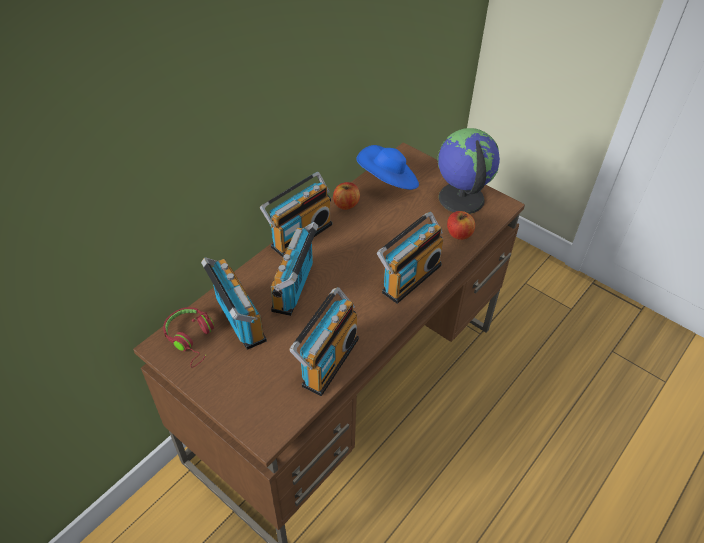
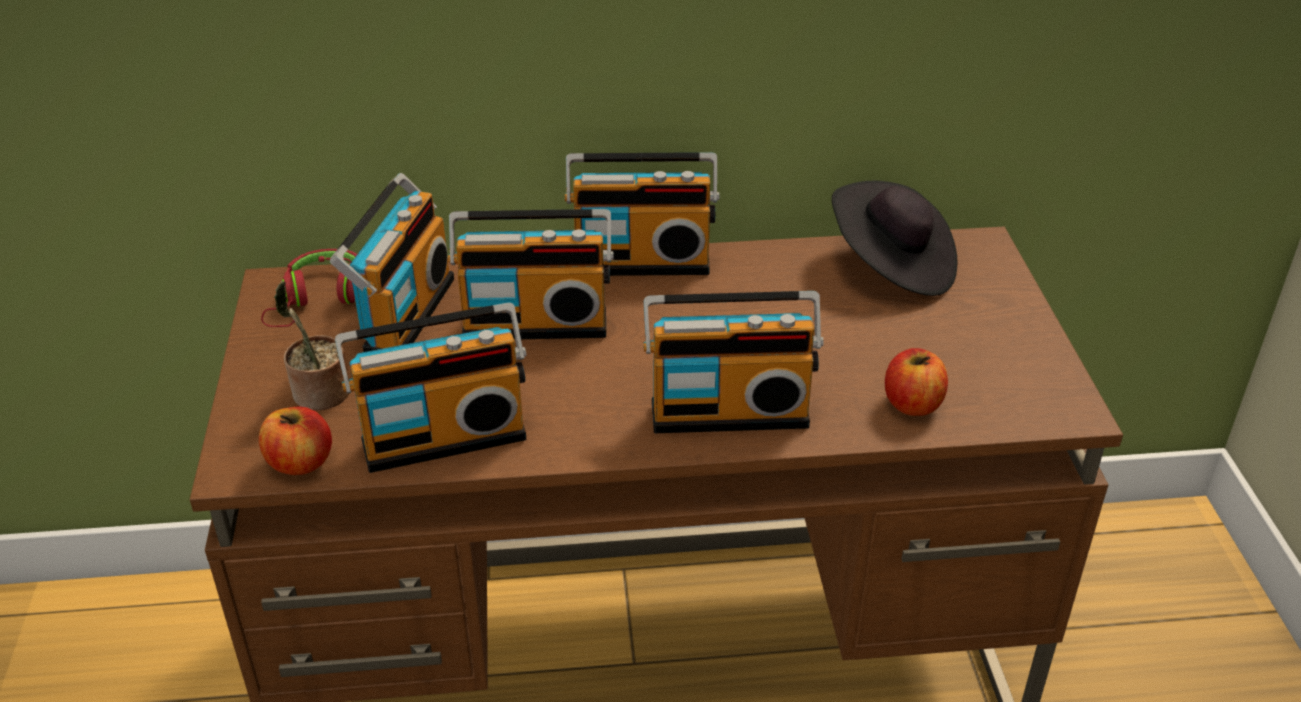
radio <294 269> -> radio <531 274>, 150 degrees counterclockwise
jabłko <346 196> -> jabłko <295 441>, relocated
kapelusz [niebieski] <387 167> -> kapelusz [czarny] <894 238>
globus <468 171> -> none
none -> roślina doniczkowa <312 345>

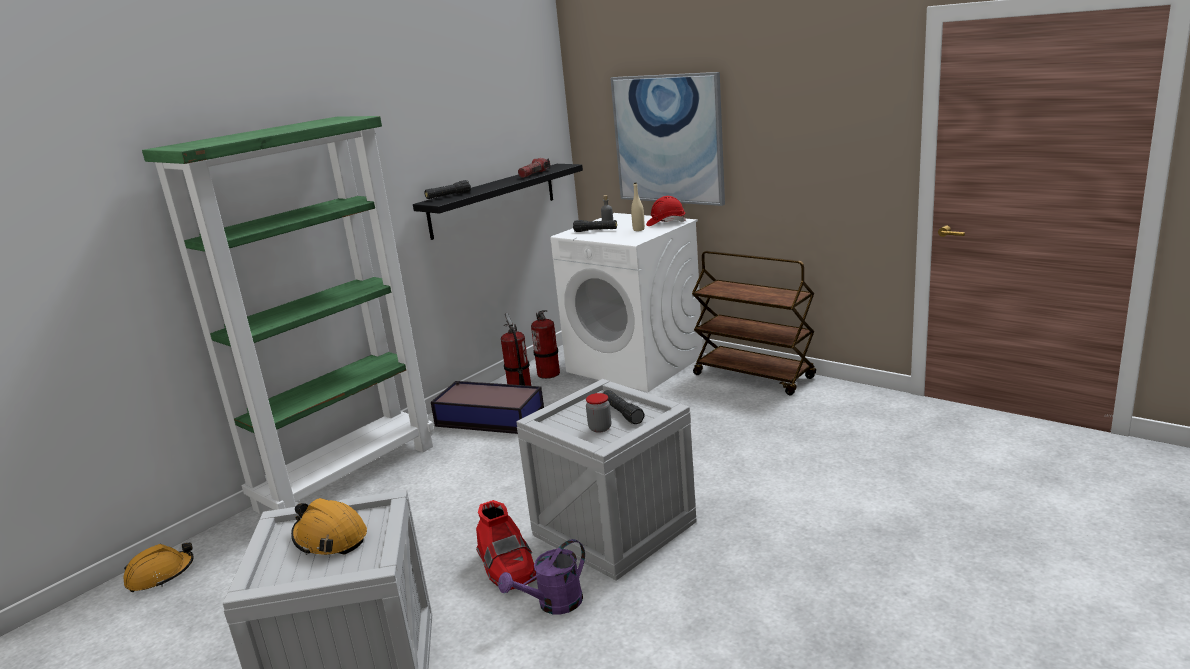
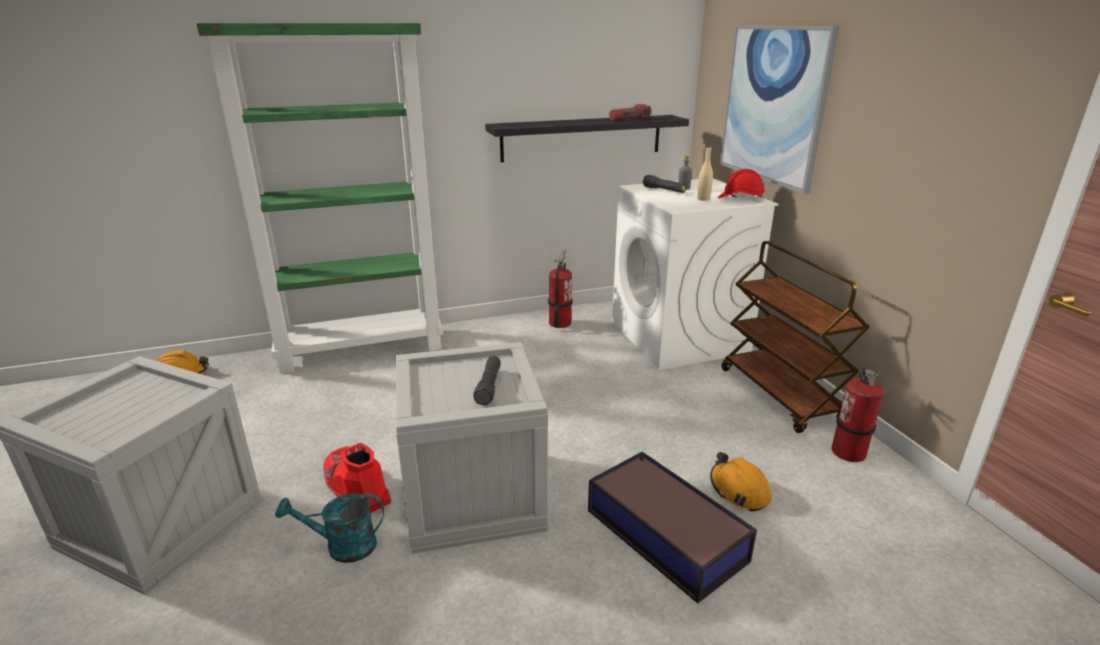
kask [pomarańczowy] <329 526> -> kask [pomarańczowy] <740 481>, relocated
latarka [czarny] <447 189> -> none
pojemnik do przechowywania <487 407> -> pojemnik do przechowywania <672 527>, relocated
but z cholewką [czerwony] <506 545> -> but z cholewką [czerwony] <357 478>, 135 degrees clockwise
konewka [fioletowy] <541 576> -> konewka [turkusowy] <329 528>
gaśnica <545 344> -> gaśnica <858 415>, relocated
słoik <598 413> -> none

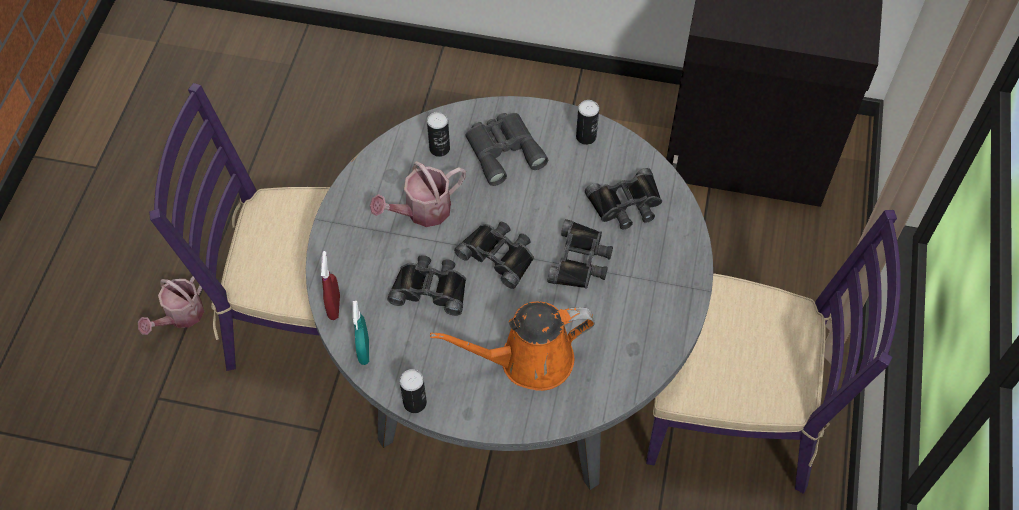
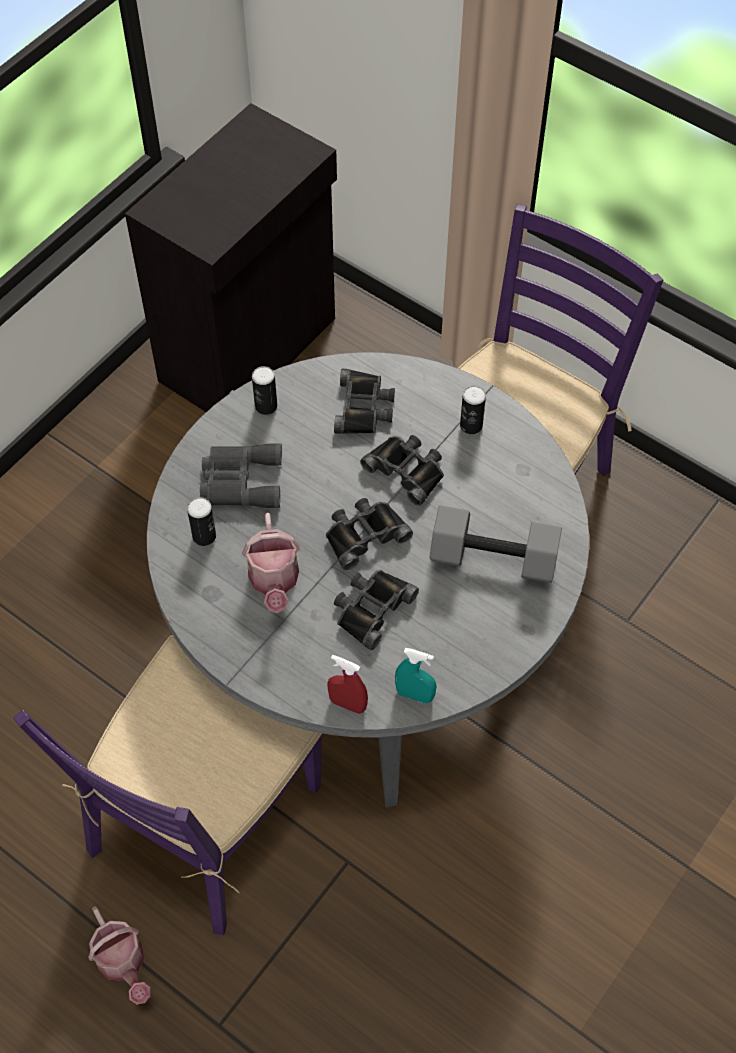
puszka <413 391> -> puszka <473 410>, relocated
konewka [pomarańczowy] <512 346> -> hantel [szary] <495 544>

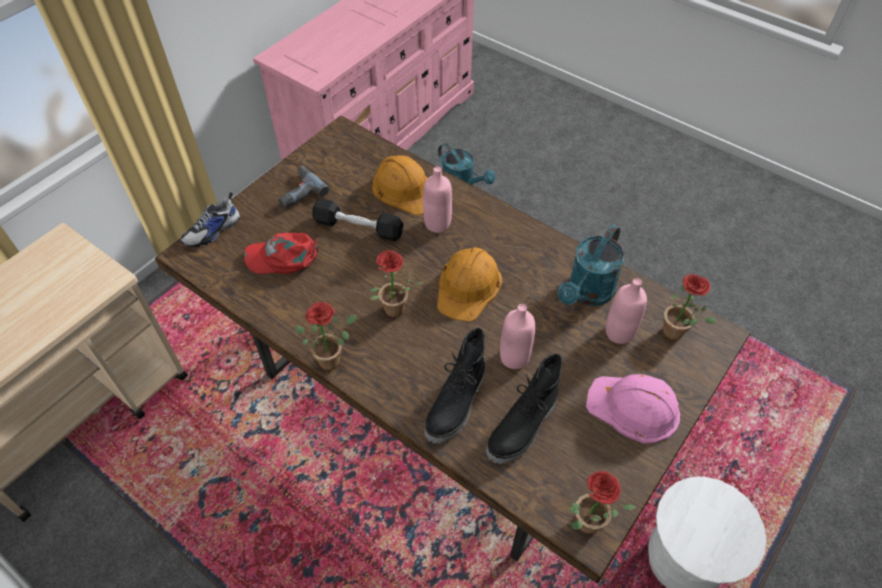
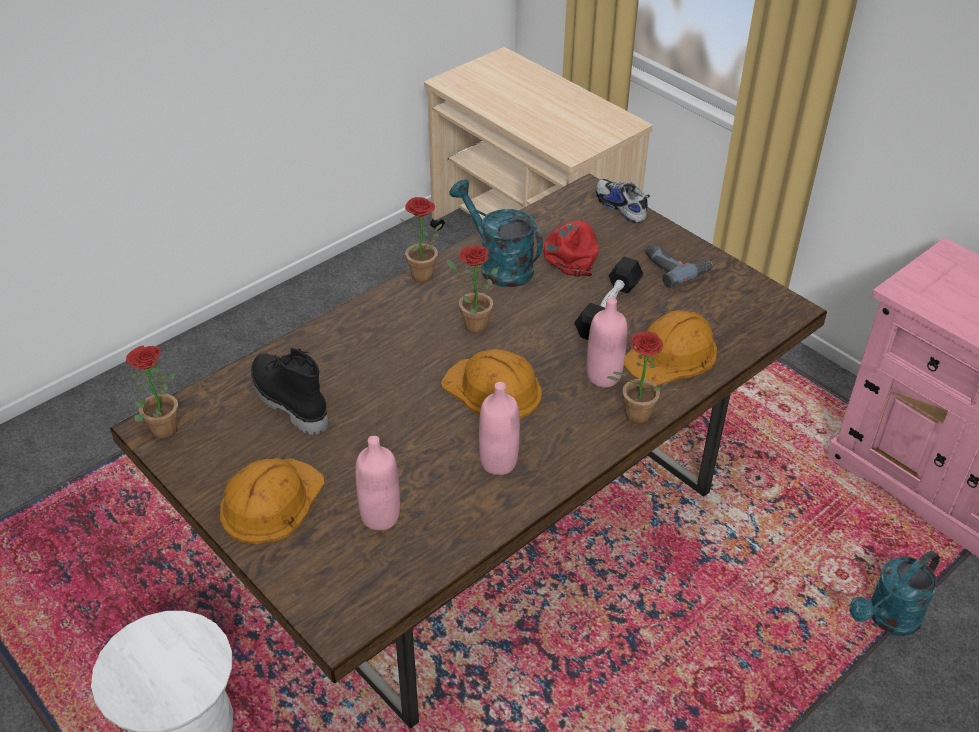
but z cholewką [czarny] <454 386> -> none
butelka [różowy] <517 336> -> butelka [różowy] <499 428>, relocated
konewka [turkusowy] <590 265> -> konewka [turkusowy] <496 233>, relocated
kask [różowy] <633 409> -> kask [pomarańczowy] <272 501>
roślina doniczkowa <690 307> -> roślina doniczkowa <643 377>, relocated

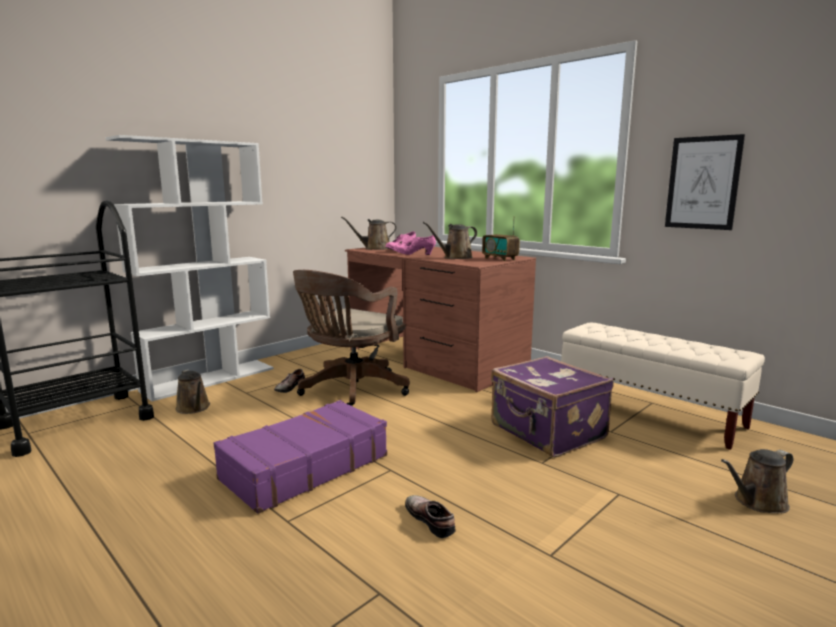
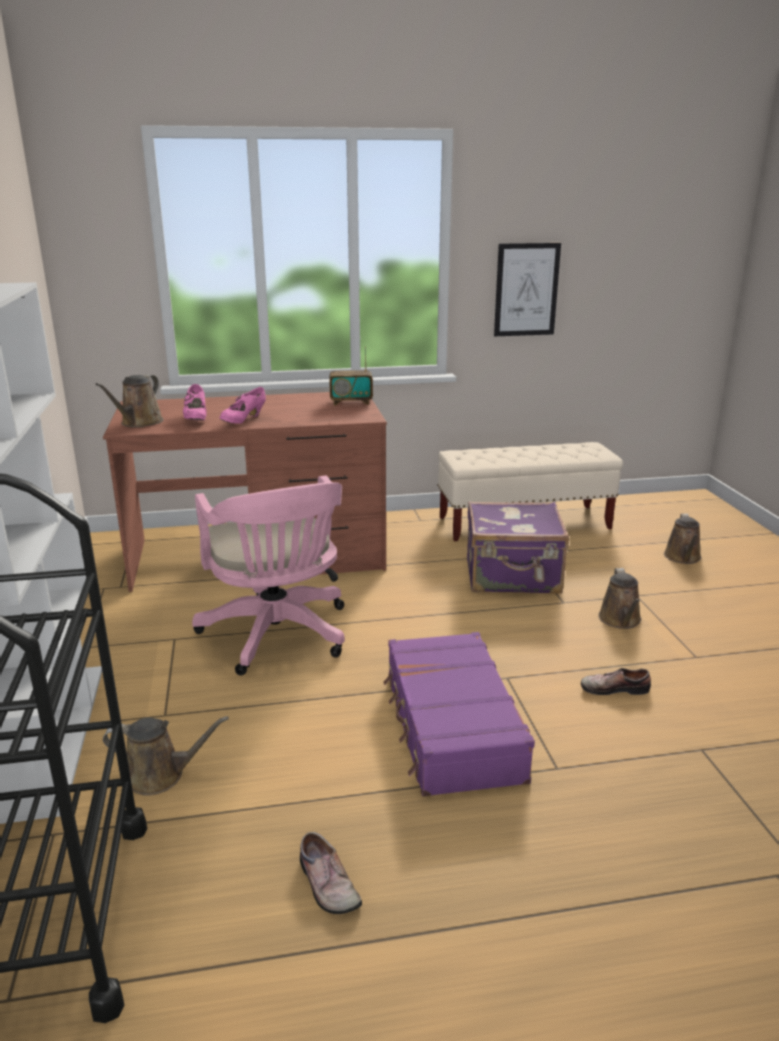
but <289 381> -> but <331 873>, relocated
krzesło biurowe [brązowy] <351 338> -> krzesło biurowe [różowy] <268 575>
konewka [brązowy] <450 240> -> konewka [brązowy] <619 598>, relocated

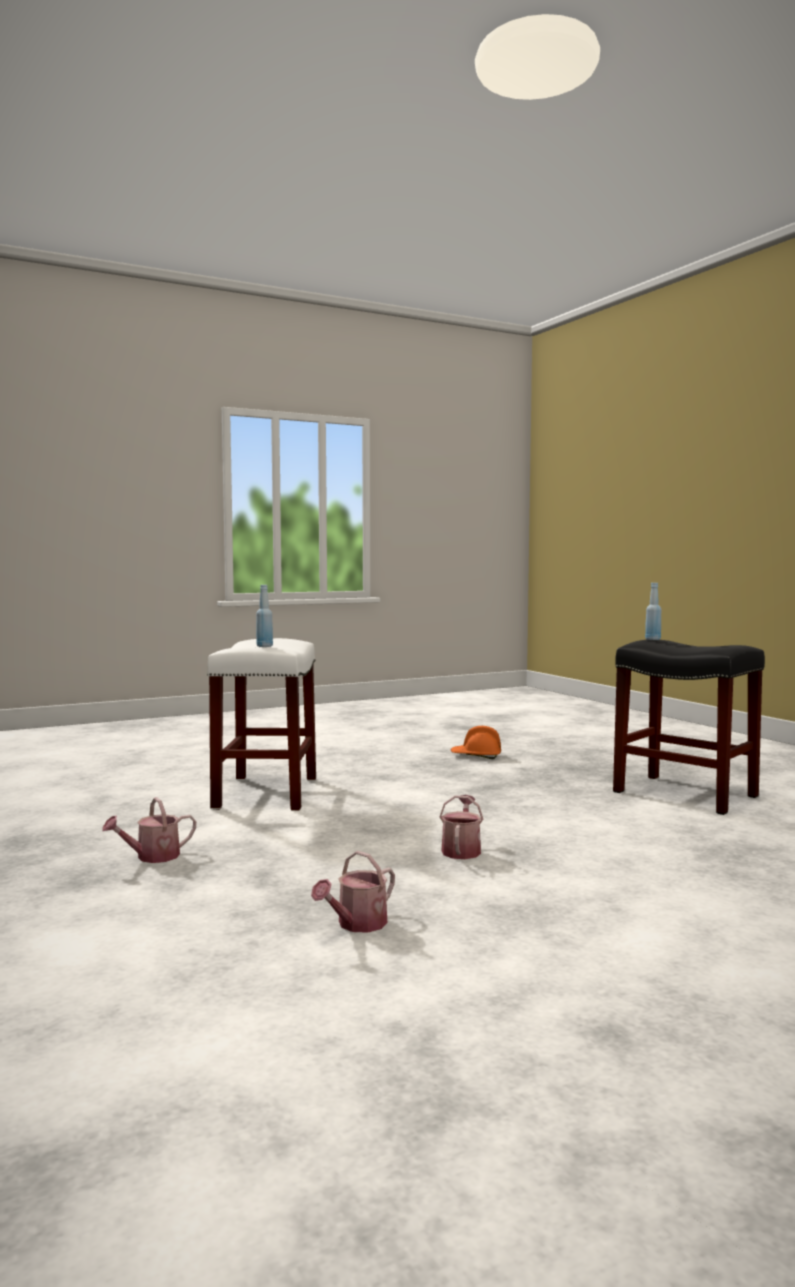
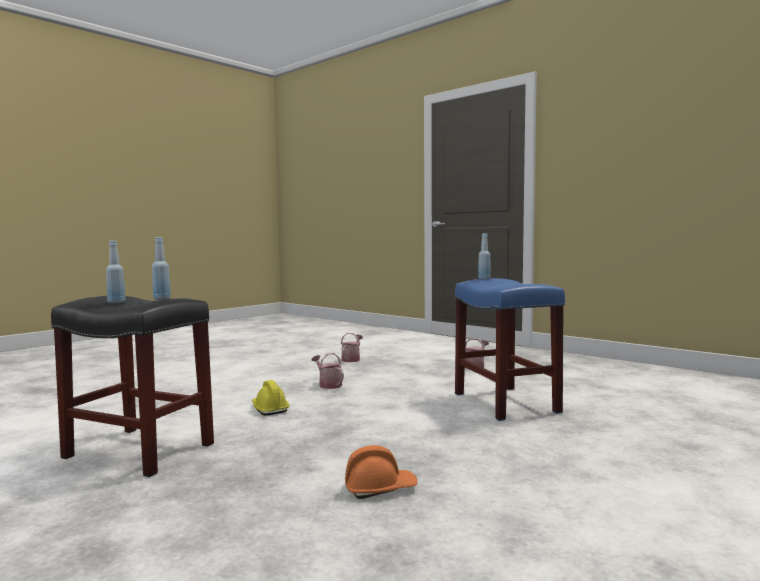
stołek [biały] <261 724> -> stołek [niebieski] <510 349>
konewka <461 827> -> konewka <328 371>, 150 degrees clockwise
none -> butelka [niebieski] <115 272>
none -> kask [żółty] <270 397>

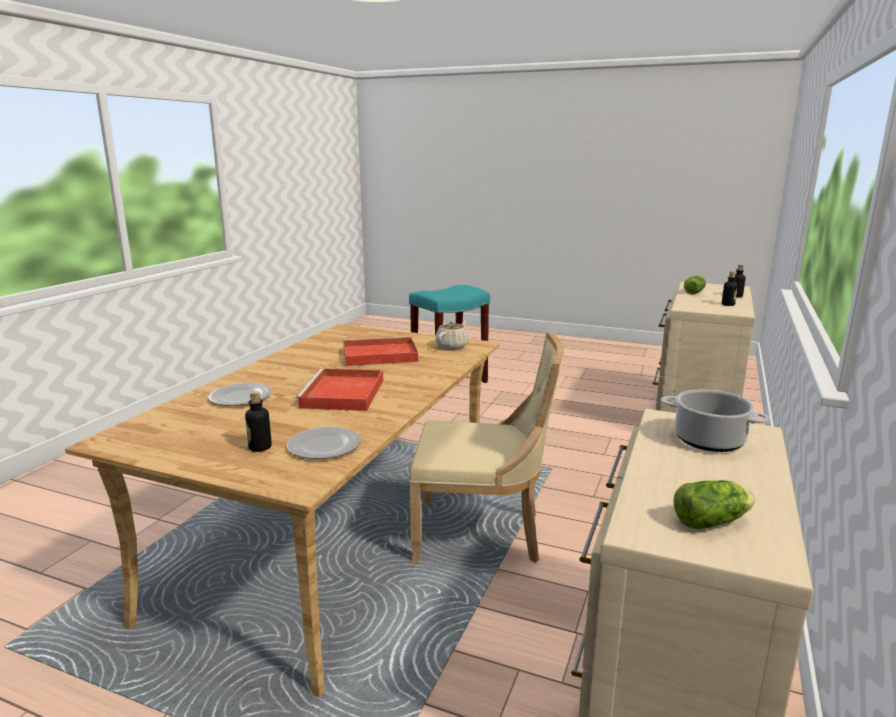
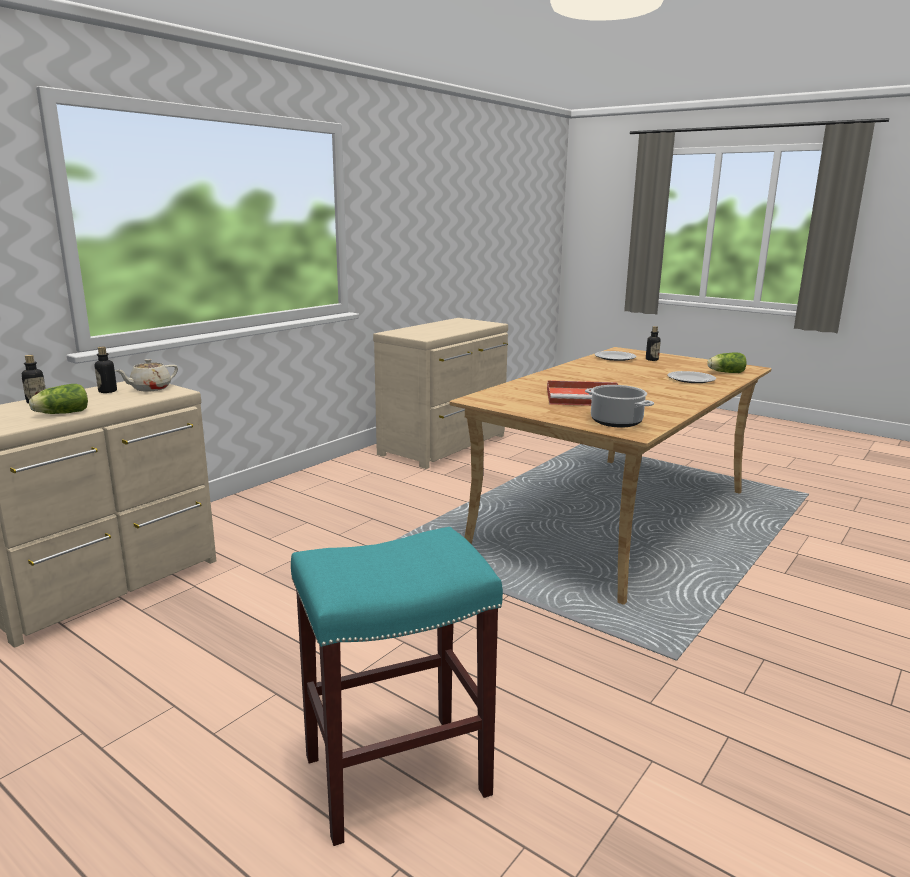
taca [czerwony] <339 389> -> none
krzesło [beżowy] <486 447> -> none
imbryk [beżowy] <452 335> -> imbryk [beżowy] <146 375>, relocated
garnek <716 420> -> garnek <619 406>, relocated
sałata <714 504> -> sałata <726 362>, relocated

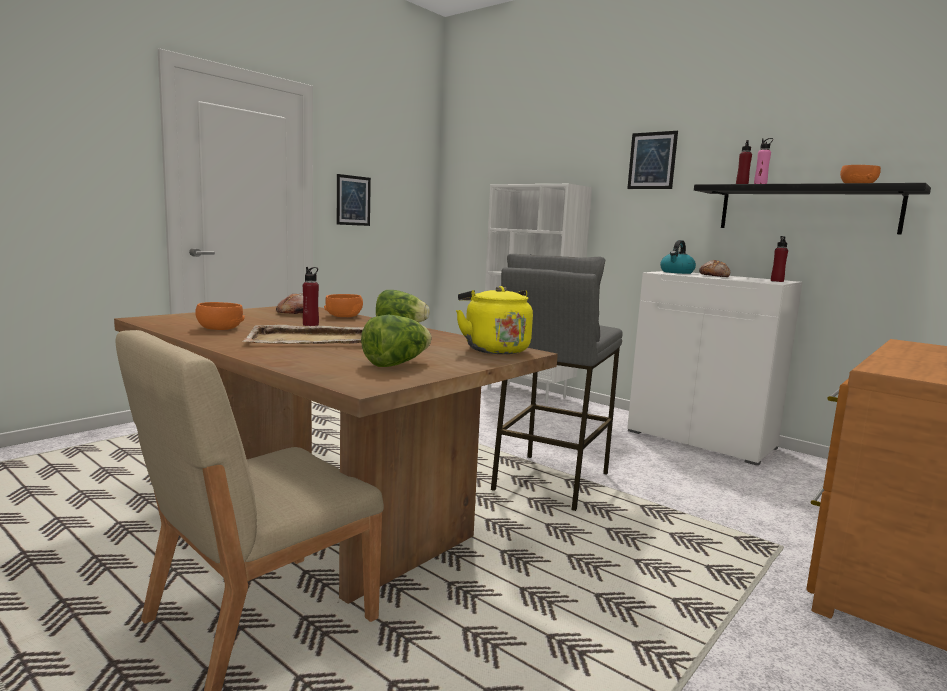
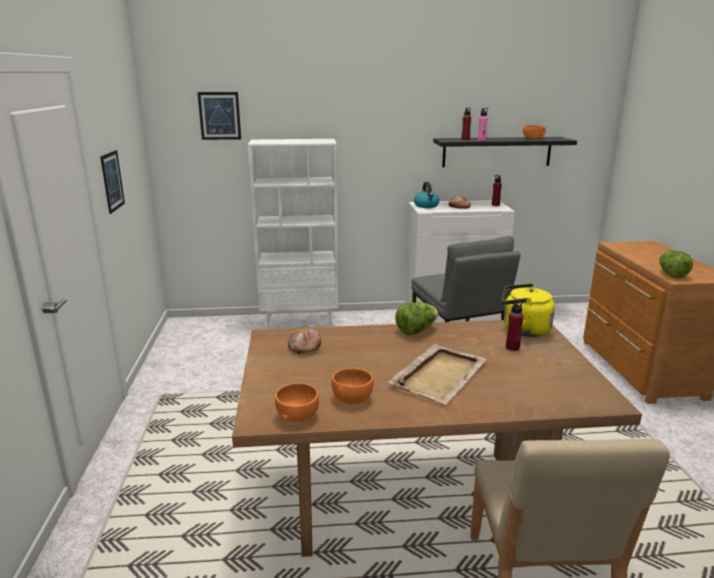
butelka [czerwony] <311 296> -> butelka [czerwony] <515 325>, relocated
miska [pomarańczowy] <343 305> -> miska [pomarańczowy] <297 402>, relocated
sałata <396 341> -> sałata <676 264>, relocated
obraz <652 160> -> obraz <219 116>, relocated

